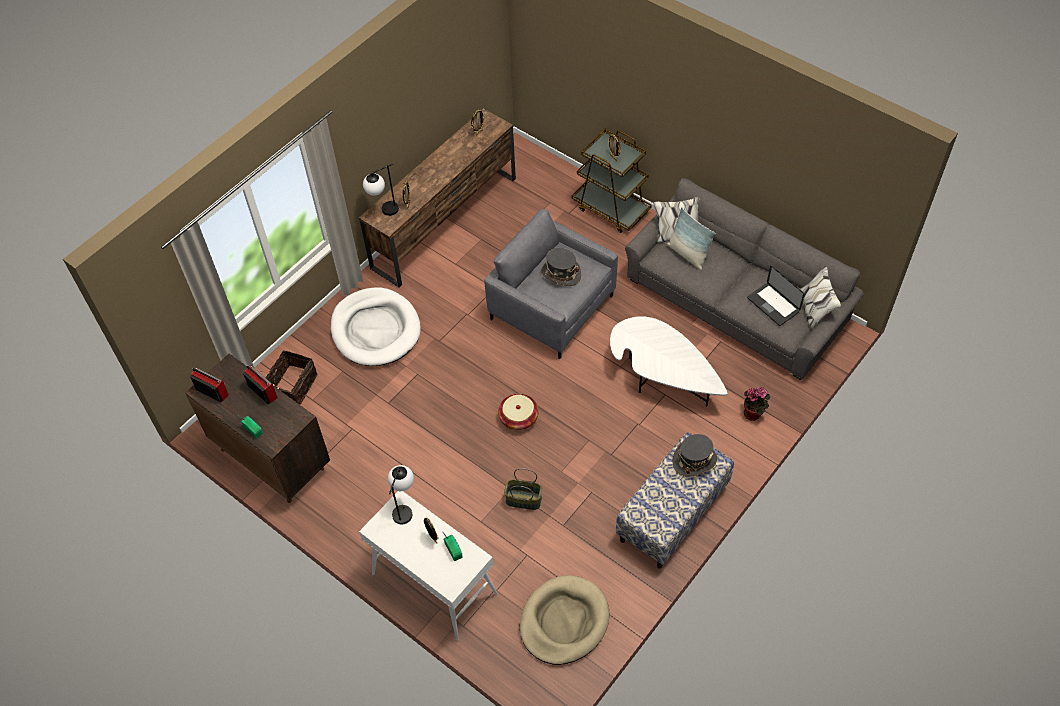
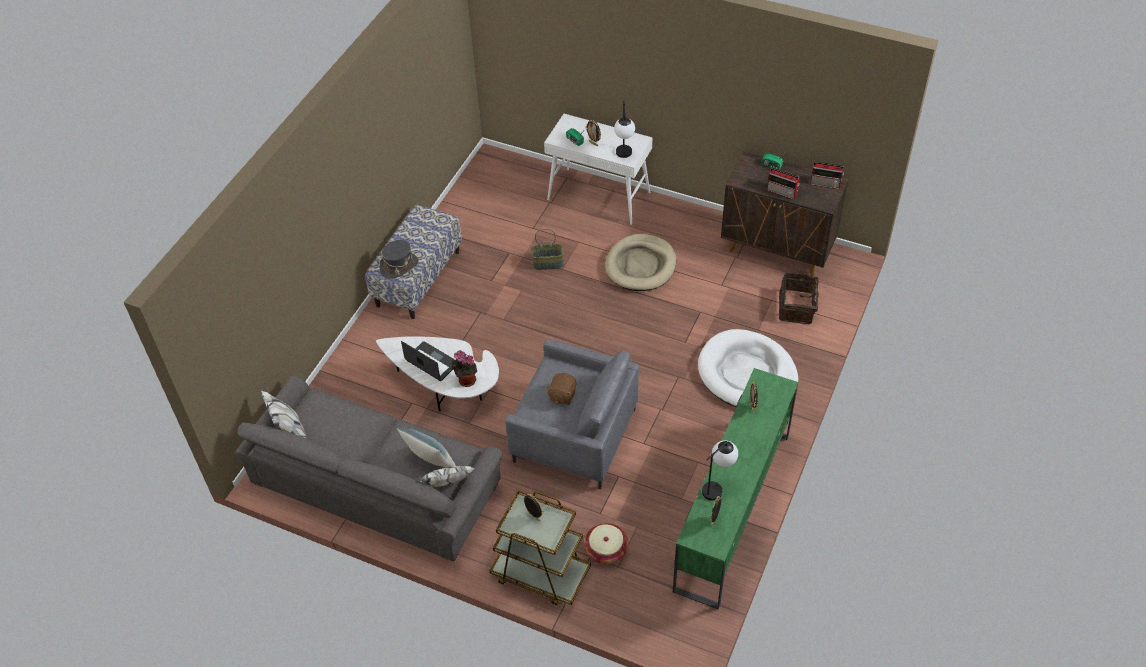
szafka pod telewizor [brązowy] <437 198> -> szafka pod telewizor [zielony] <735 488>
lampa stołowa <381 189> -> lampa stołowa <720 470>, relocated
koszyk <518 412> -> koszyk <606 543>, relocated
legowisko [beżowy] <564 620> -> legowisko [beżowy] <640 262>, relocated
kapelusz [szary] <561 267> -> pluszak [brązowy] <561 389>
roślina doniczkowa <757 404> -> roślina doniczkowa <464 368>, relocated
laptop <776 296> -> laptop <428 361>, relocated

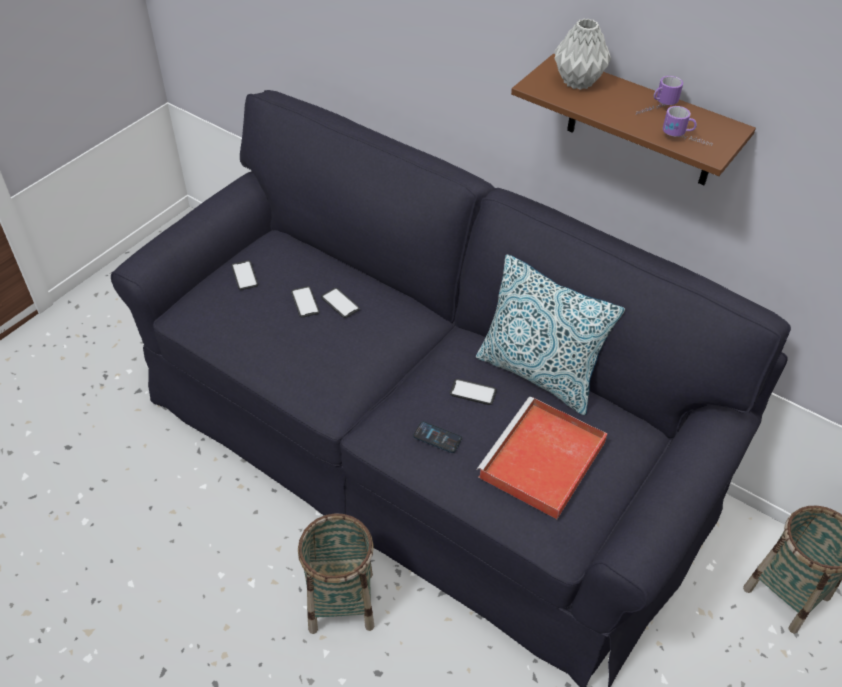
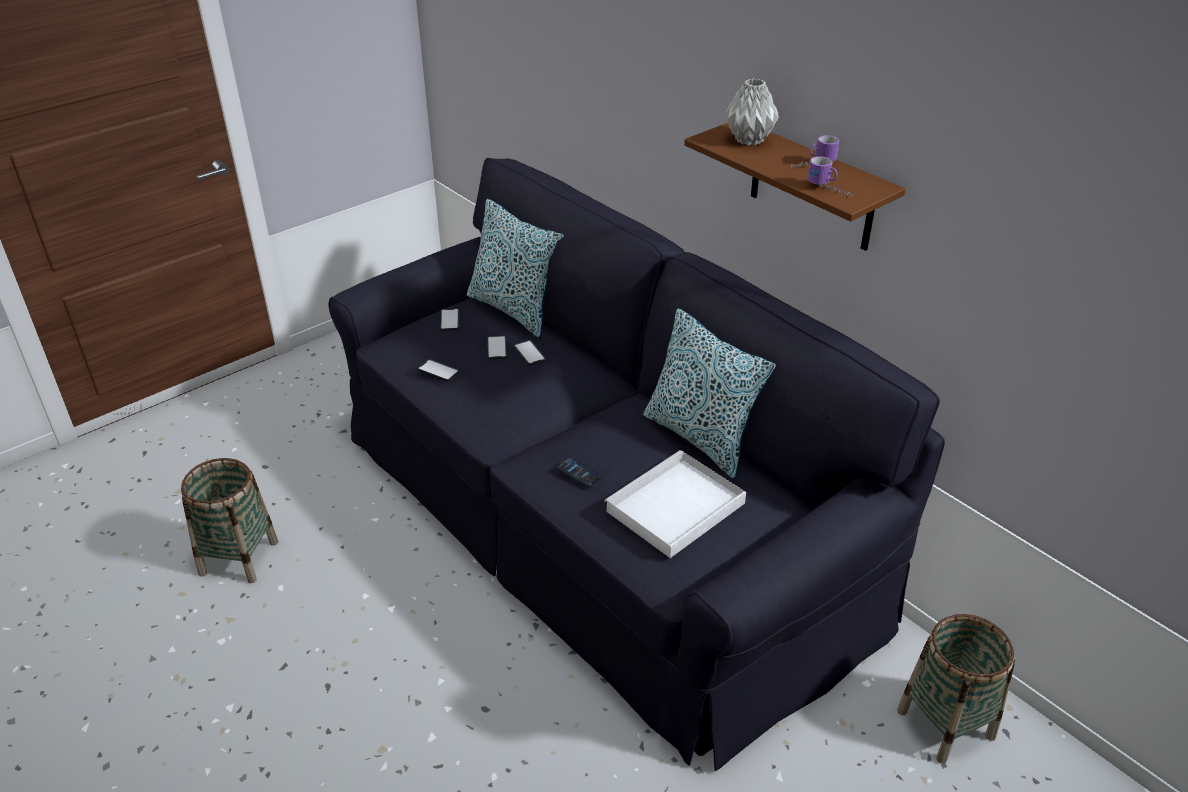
koszyk <336 573> -> koszyk <229 520>, relocated
telefon <473 392> -> telefon <438 370>, relocated
taca [czerwony] <542 458> -> taca [biały] <675 504>
none -> poduszka <515 268>

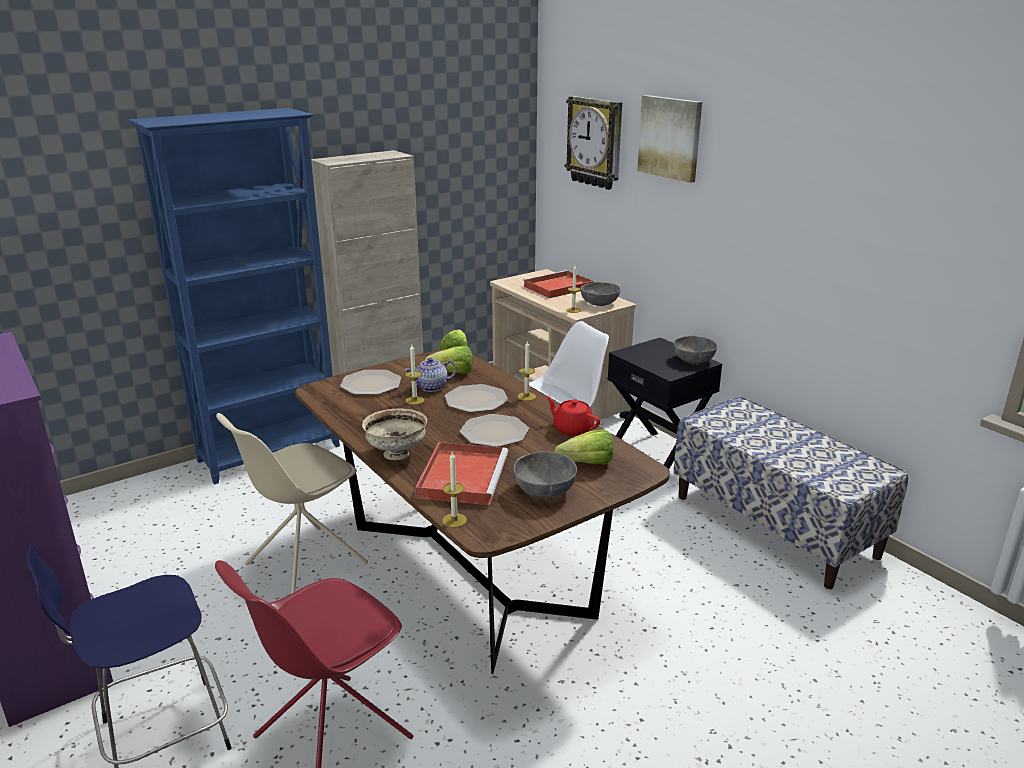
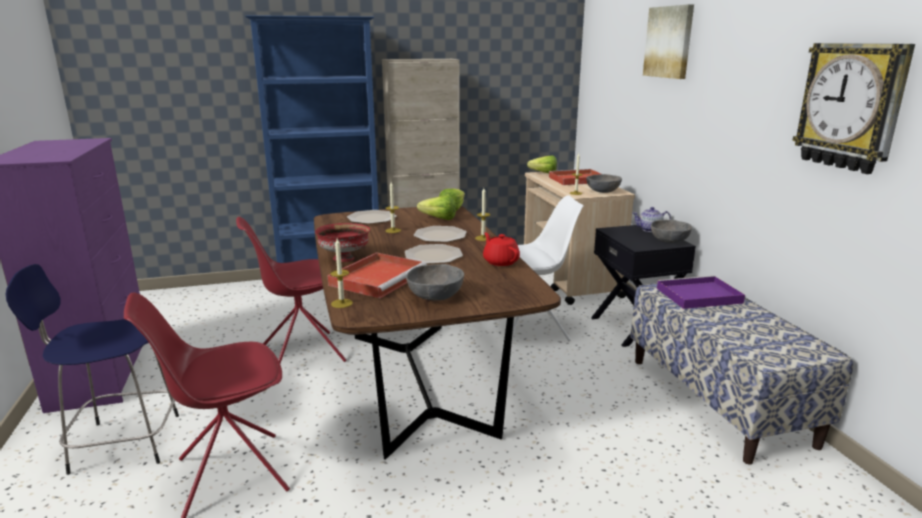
krzesło [beżowy] <292 503> -> krzesło [czerwony] <291 290>
miska [beżowy] <394 434> -> miska [czerwony] <342 242>
imbryk <430 375> -> imbryk <651 219>, relocated
sałata <584 447> -> sałata <542 164>, relocated
zegar ścienny <593 143> -> zegar ścienny <853 108>, relocated
none -> taca [fioletowy] <701 292>

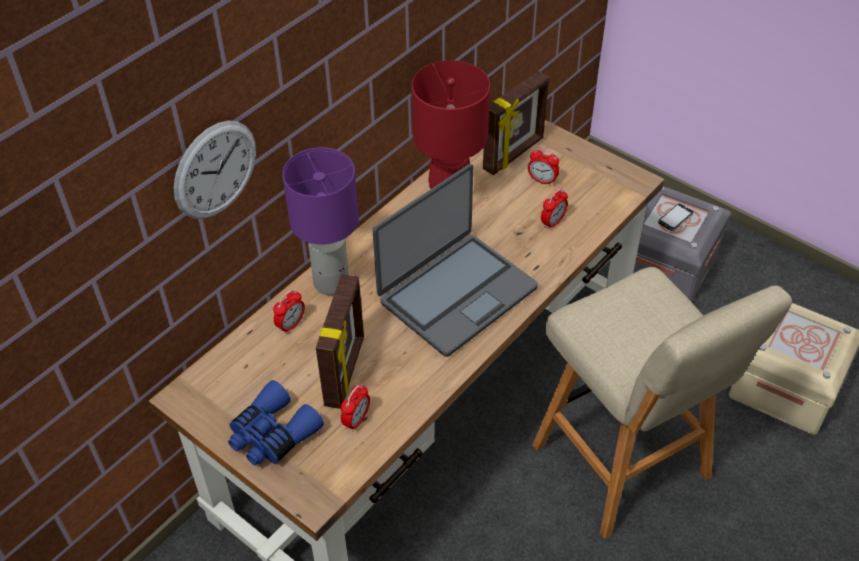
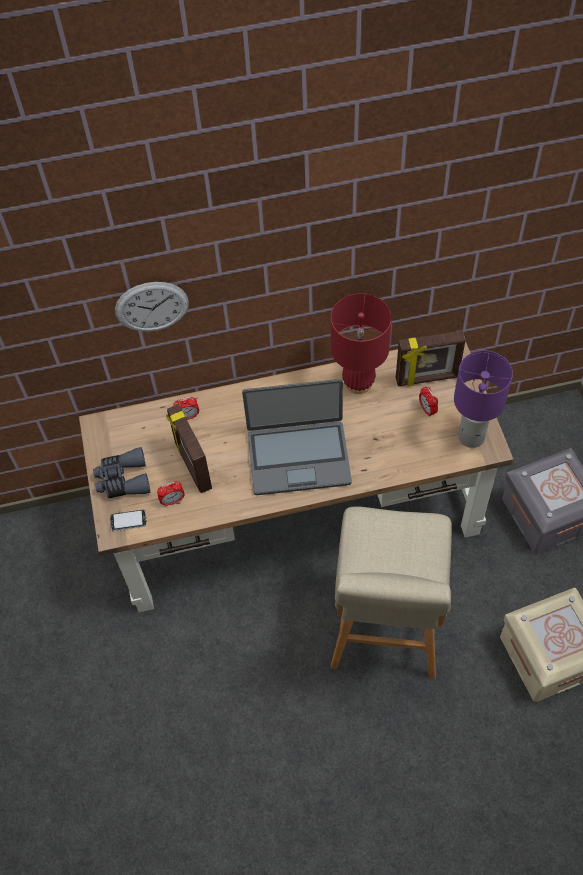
lornetka [niebieski] <276 423> -> lornetka [szary] <121 473>
lampa stołowa [fioletowy] <320 221> -> lampa stołowa [fioletowy] <483 399>, relocated
ramka na zdjęcie <340 341> -> ramka na zdjęcie <189 448>, 105 degrees clockwise
budzik <554 209> -> none
telefon <676 217> -> telefon <128 520>, relocated

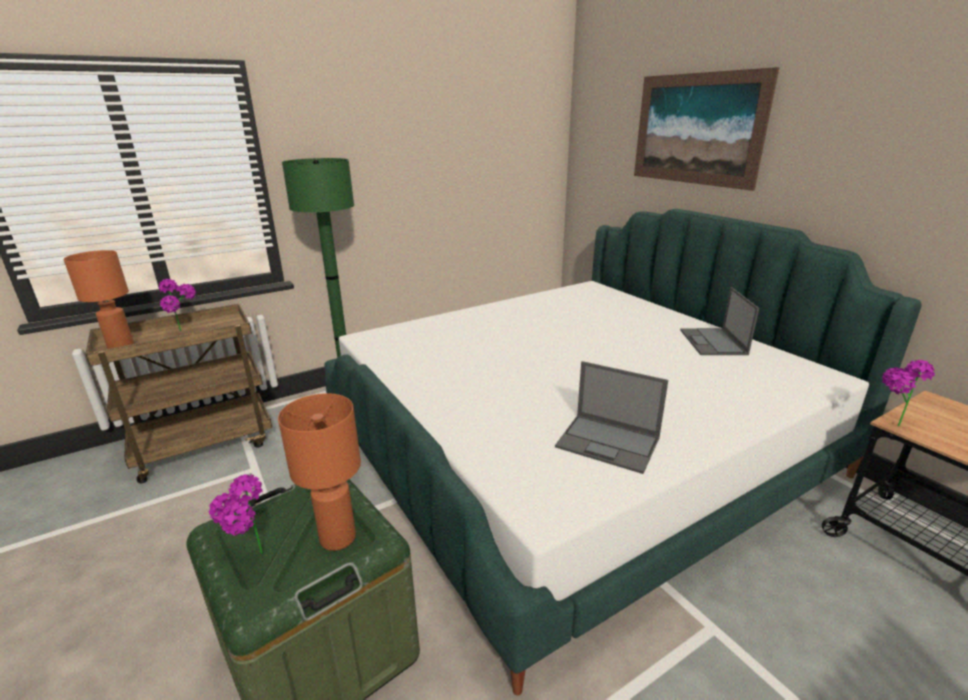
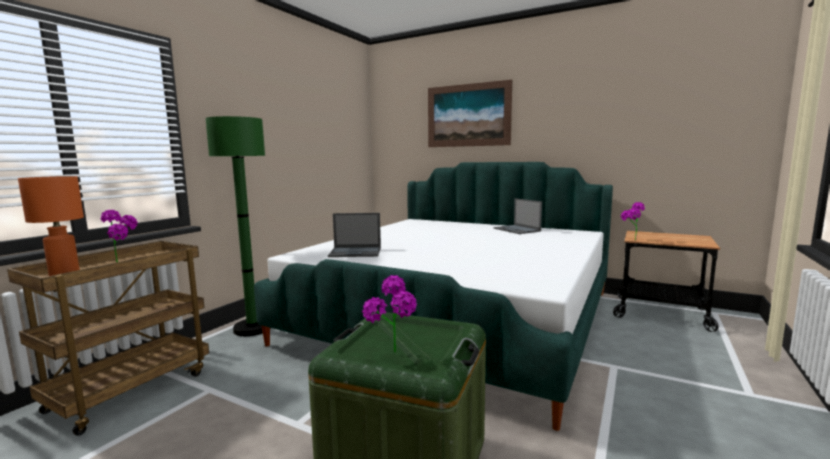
lampa stołowa [pomarańczowy] <319 472> -> none
laptop <611 417> -> laptop <354 235>, relocated

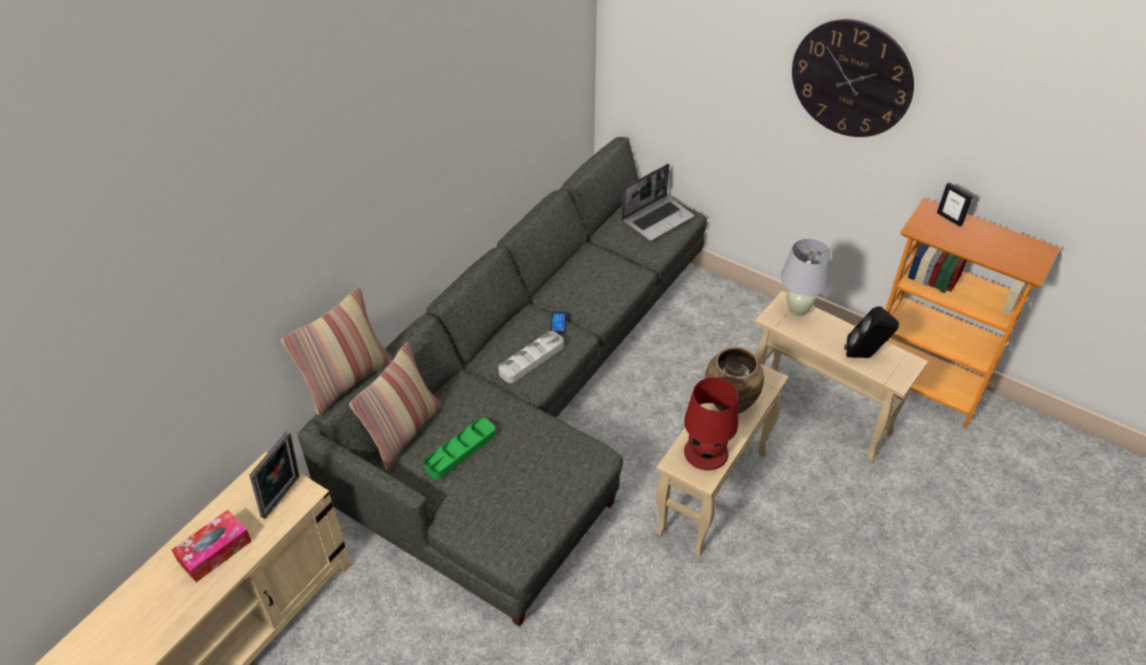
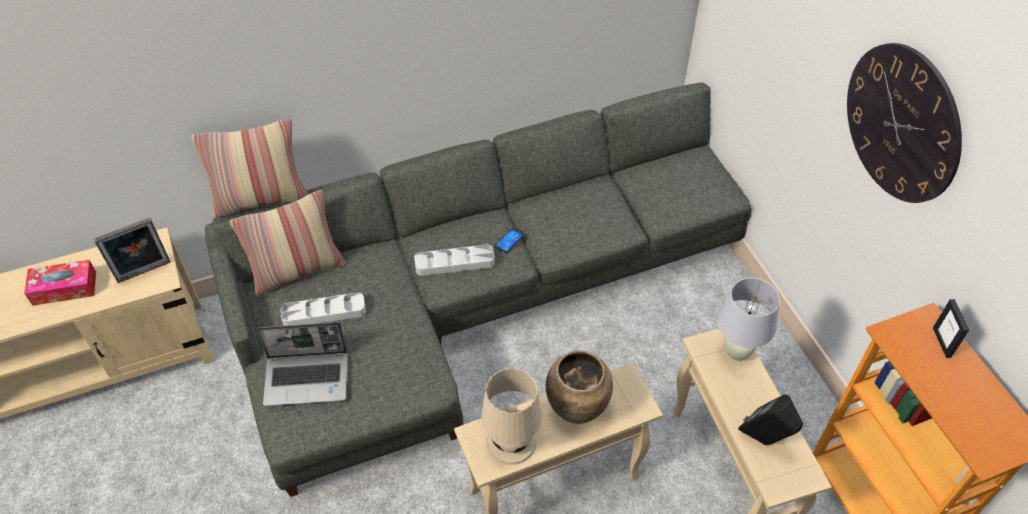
taca [zielony] <460 448> -> taca [szary] <323 309>
laptop <658 202> -> laptop <302 364>, relocated
lampa stołowa [czerwony] <711 423> -> lampa stołowa [beżowy] <511 416>

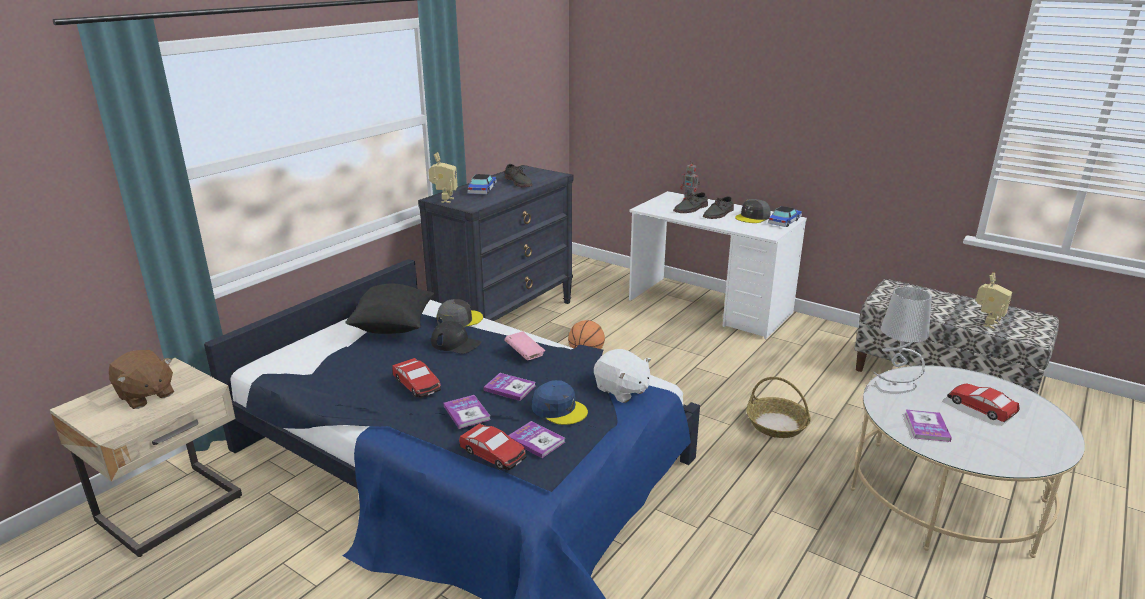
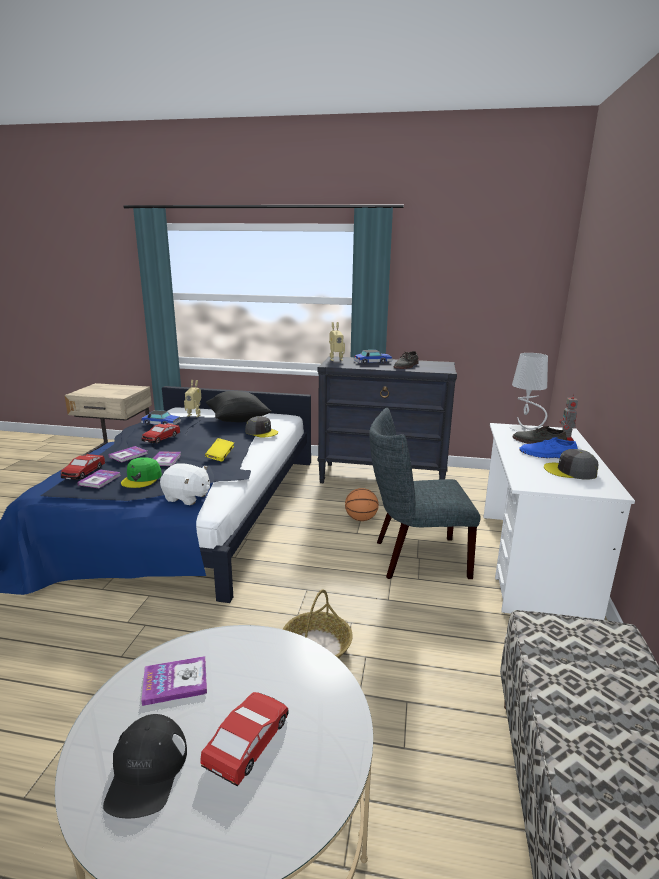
pluszak [brązowy] <141 379> -> none
czapka z daszkiem [czarny] <456 337> -> czapka z daszkiem [czarny] <145 766>, relocated
książka [różowy] <524 345> -> książka [żółty] <219 449>
czapka z daszkiem [niebieski] <560 402> -> czapka z daszkiem [zielony] <141 472>
pluszak [biały] <622 376> -> pluszak [biały] <185 484>, 90 degrees counterclockwise
but [szary] <718 207> -> but [niebieski] <548 447>
samochodzik <785 216> -> samochodzik <161 417>, relocated
lampa stołowa [szary] <903 339> -> lampa stołowa [szary] <529 392>, relocated
robot zabawkowy <994 301> -> robot zabawkowy <192 398>, relocated
none -> krzesło [szary] <425 493>

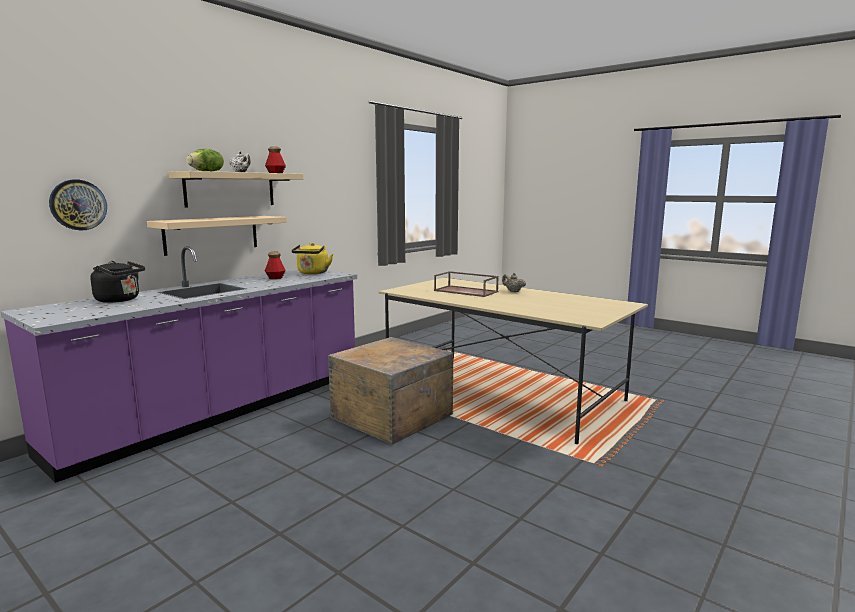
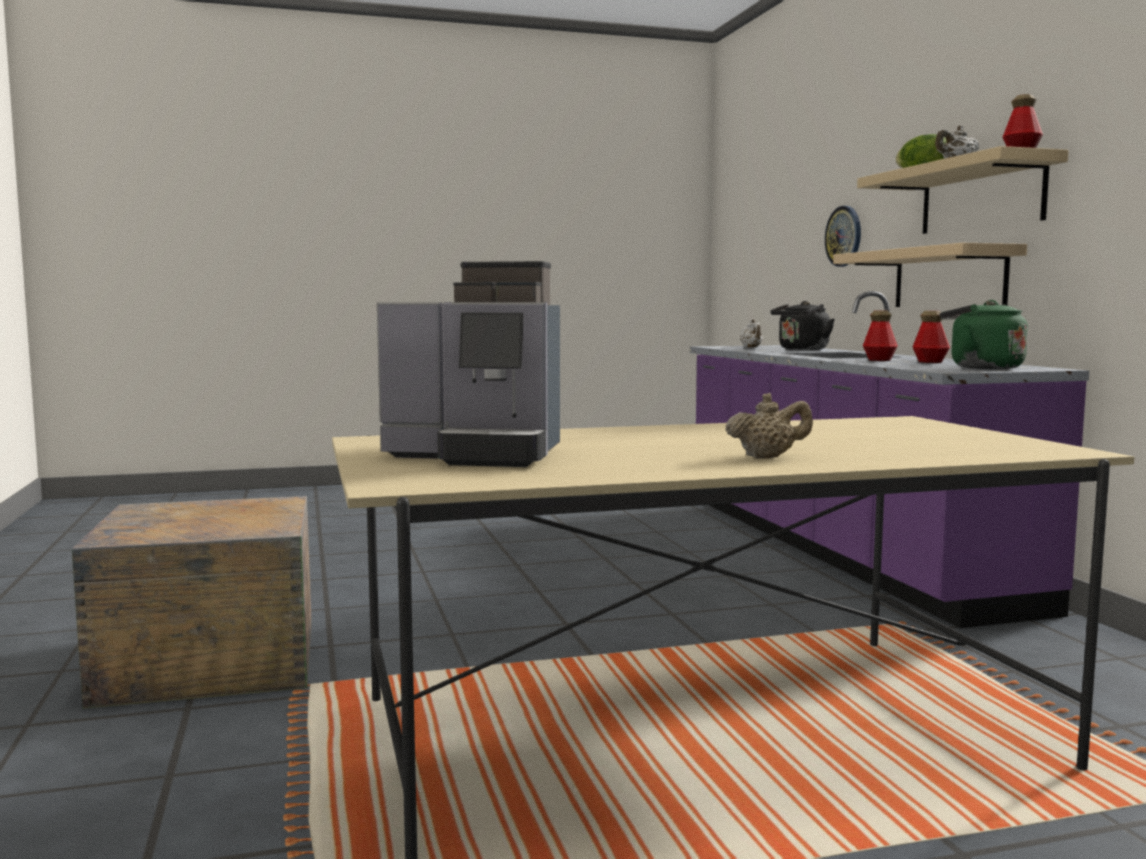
czajnik [żółty] <312 258> -> czajnik [zielony] <984 334>
skrzynka <390 391> -> skrzynka <192 602>, relocated
taca [brązowy] <466 284> -> none
none -> ekspres do kawy <468 364>
none -> imbryk [biały] <751 333>
none -> butelka <880 336>

